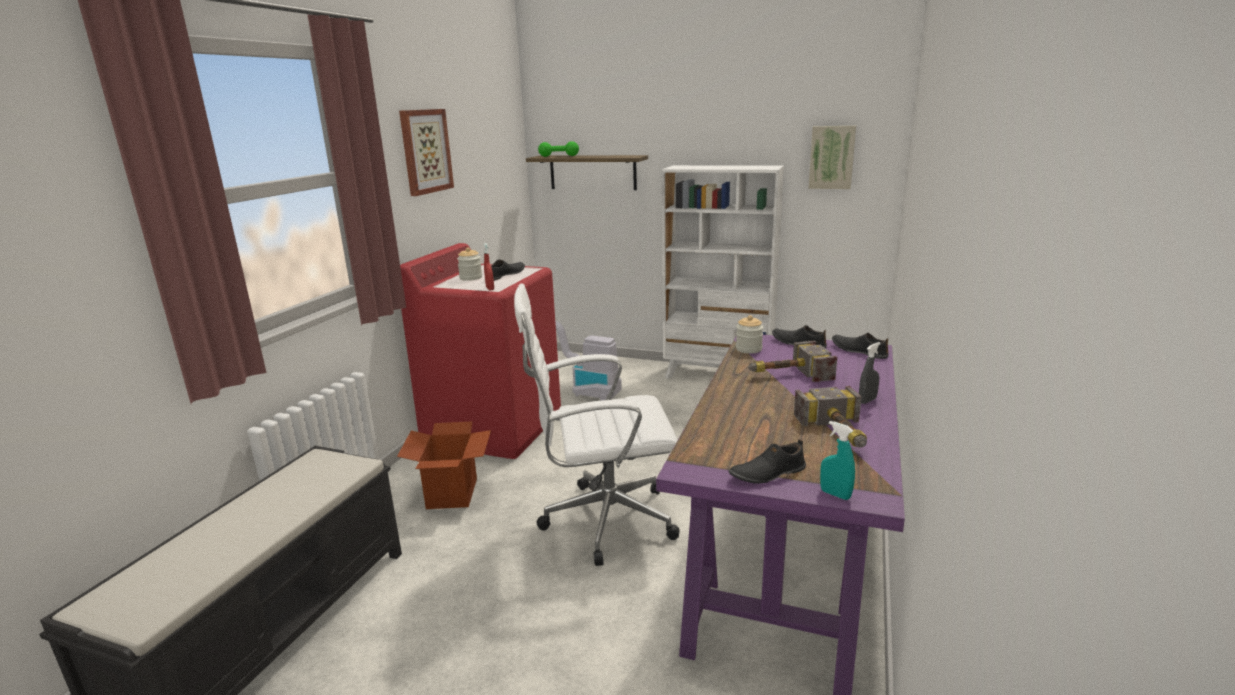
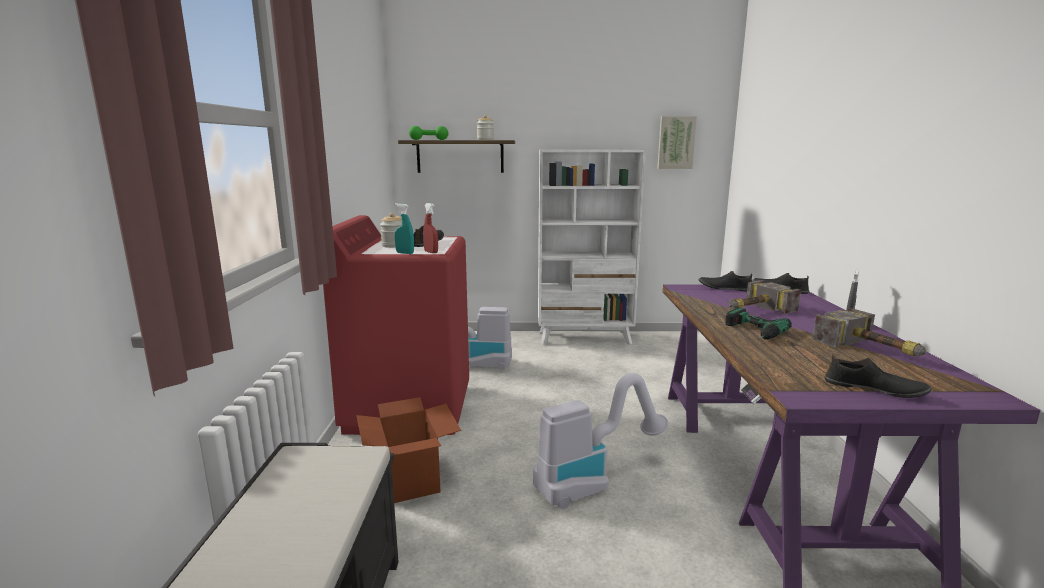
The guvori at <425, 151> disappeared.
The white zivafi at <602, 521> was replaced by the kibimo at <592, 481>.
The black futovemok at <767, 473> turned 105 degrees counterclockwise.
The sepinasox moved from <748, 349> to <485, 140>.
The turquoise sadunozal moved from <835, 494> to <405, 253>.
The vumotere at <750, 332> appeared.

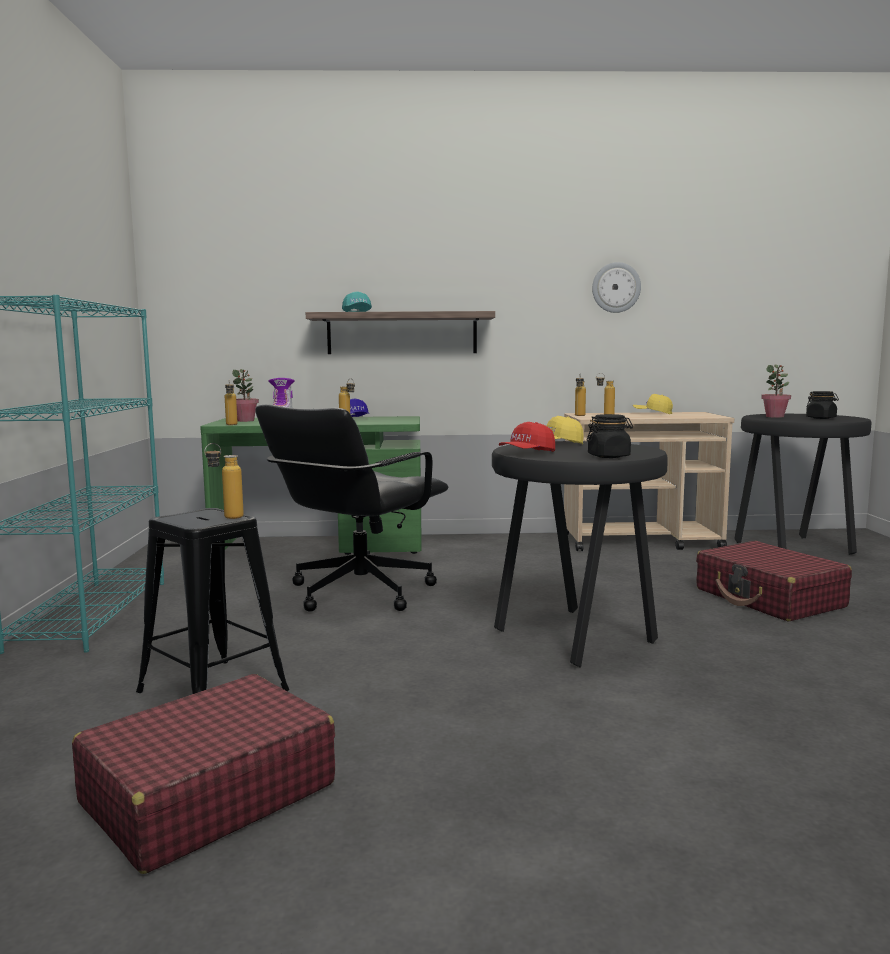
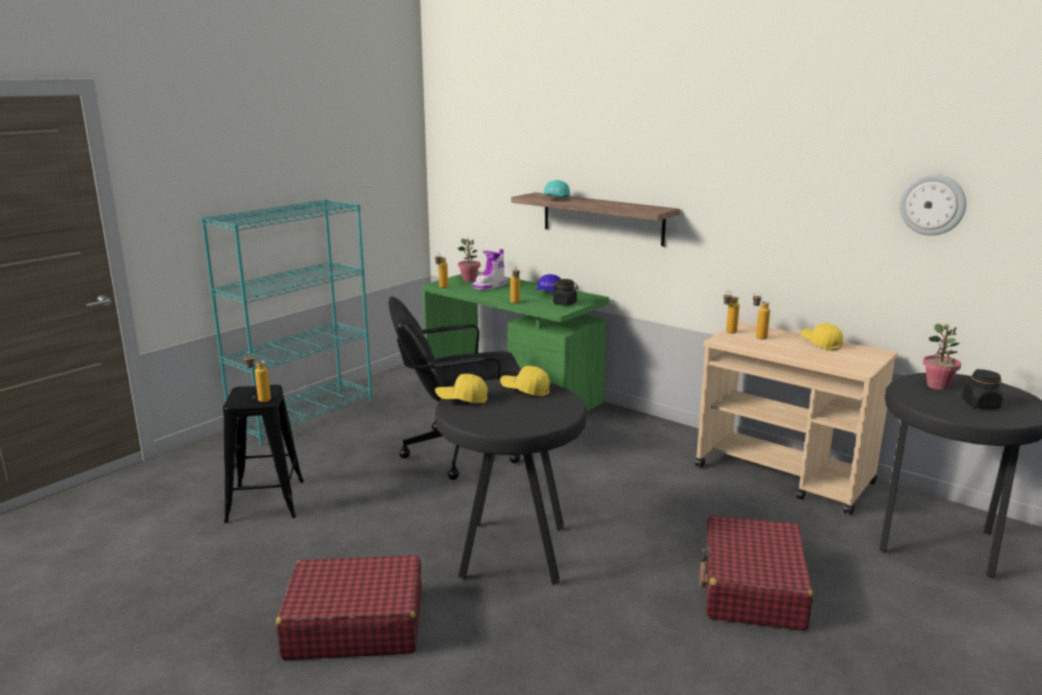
The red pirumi moved from <207, 794> to <354, 624>.
The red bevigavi at <527, 453> became the yellow bevigavi at <462, 399>.
The black sepinasox moved from <609, 456> to <565, 303>.
The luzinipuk moved from <616, 287> to <932, 204>.

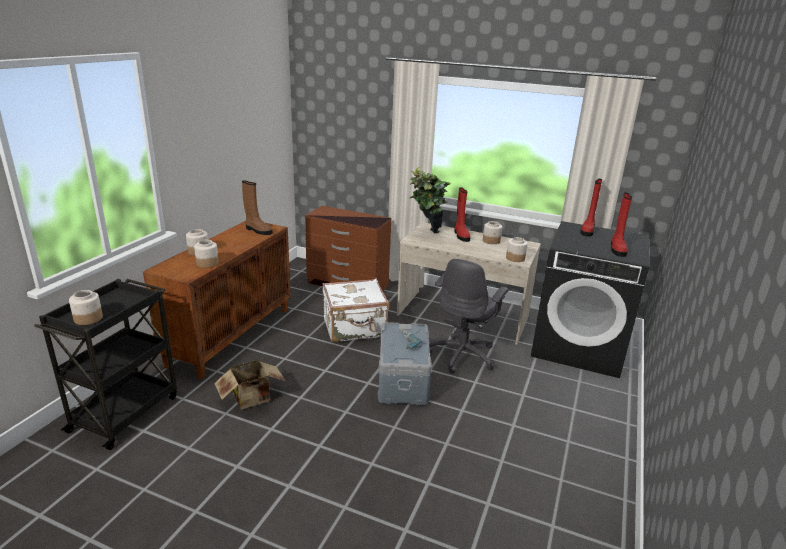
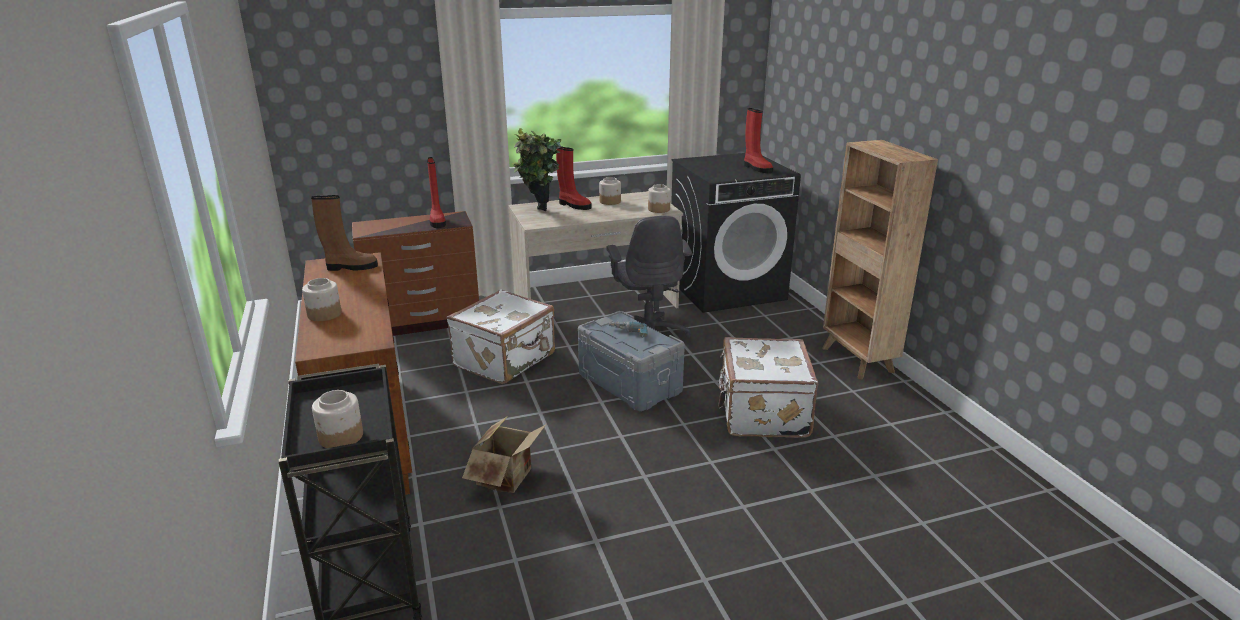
The sepinasox at <207, 263> disappeared.
The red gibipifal moved from <587, 230> to <437, 221>.
The white pirumi at <761, 413> appeared.
The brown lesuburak at <858, 360> appeared.

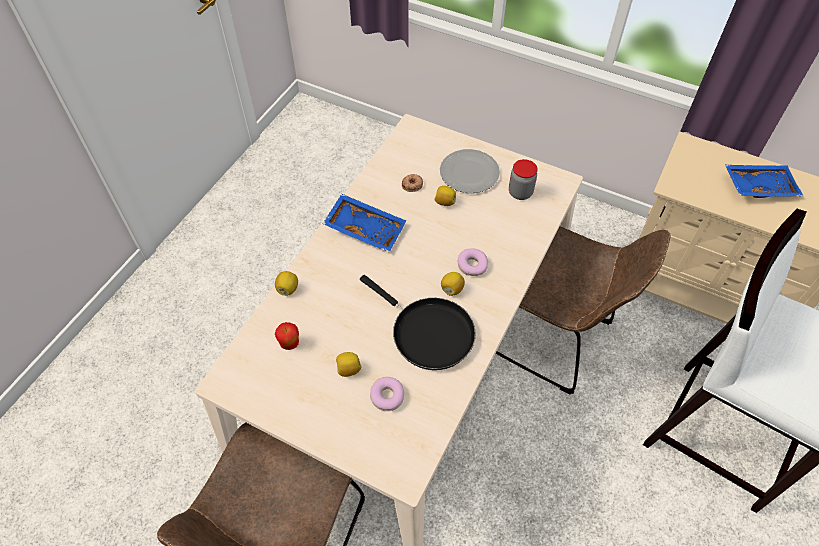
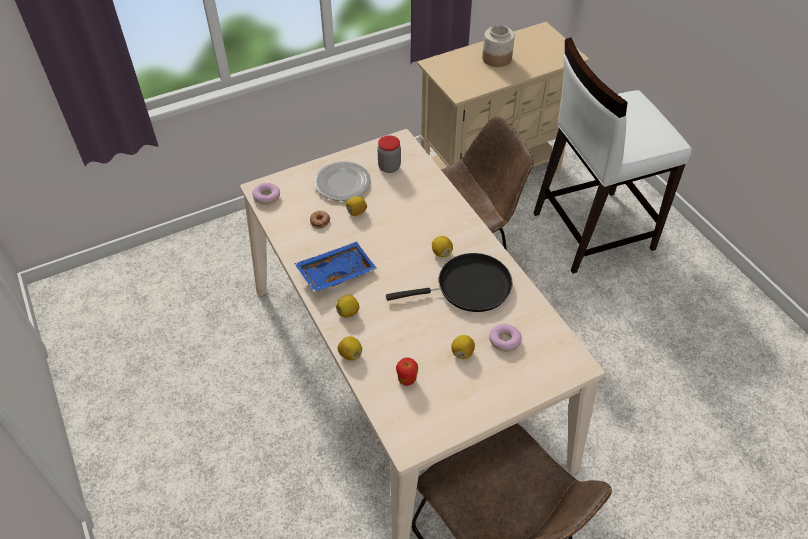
The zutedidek moved from <472, 265> to <267, 197>.
The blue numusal at <758, 186> was replaced by the sepinasox at <496, 58>.
The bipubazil at <348, 312> appeared.

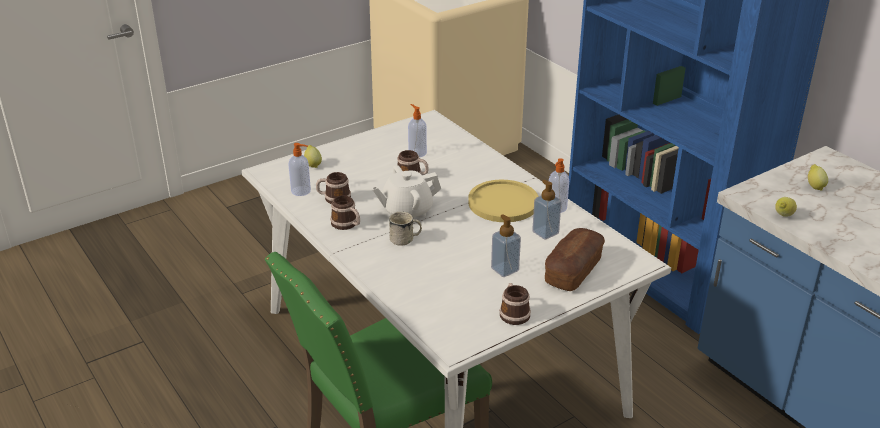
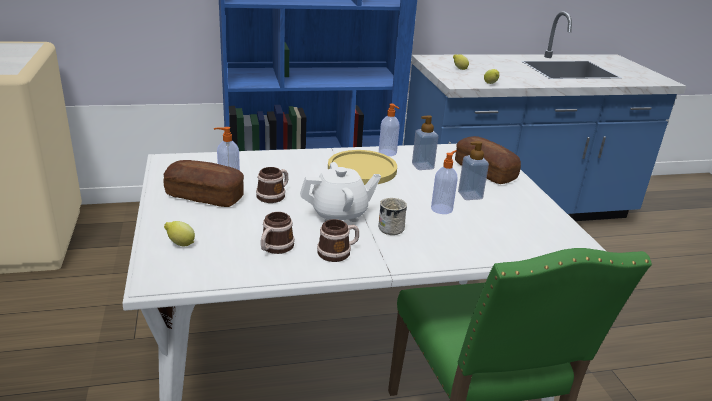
The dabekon moved from <301, 191> to <442, 209>.
The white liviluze at <406, 211> turned 105 degrees counterclockwise.
The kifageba at <513, 313> disappeared.
The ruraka at <205, 196> appeared.

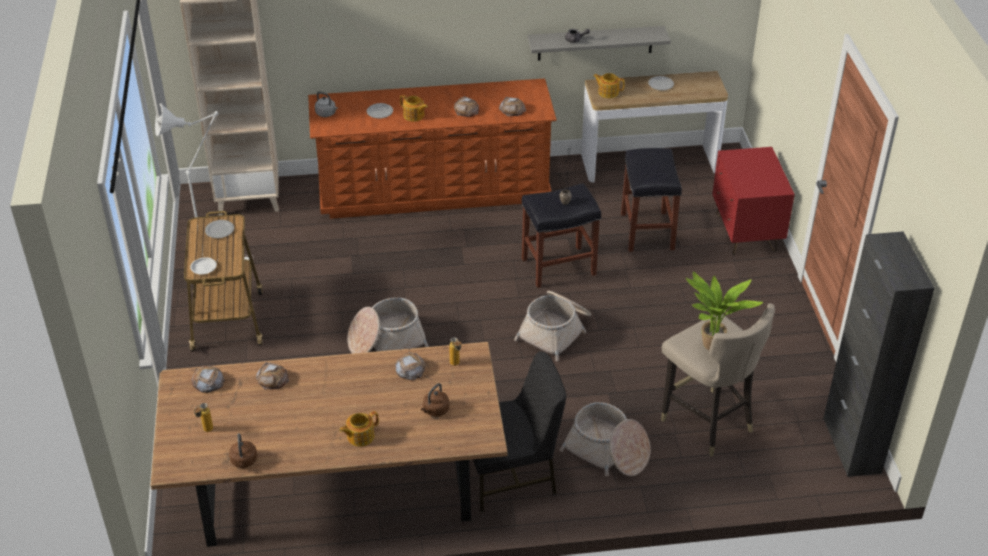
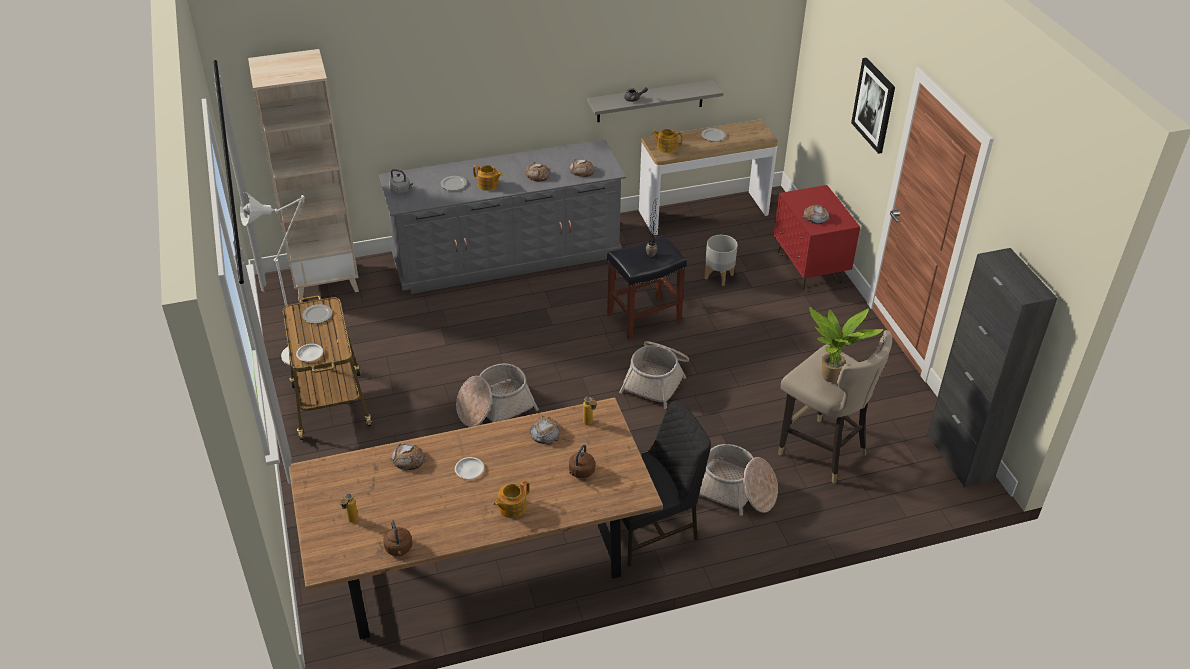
The ruraka moved from <208, 382> to <815, 217>.
The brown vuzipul at <434, 190> became the grey vuzipul at <506, 256>.
The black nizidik at <648, 232> was replaced by the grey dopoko at <719, 276>.
The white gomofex at <469, 470> appeared.
The guvori at <874, 105> appeared.

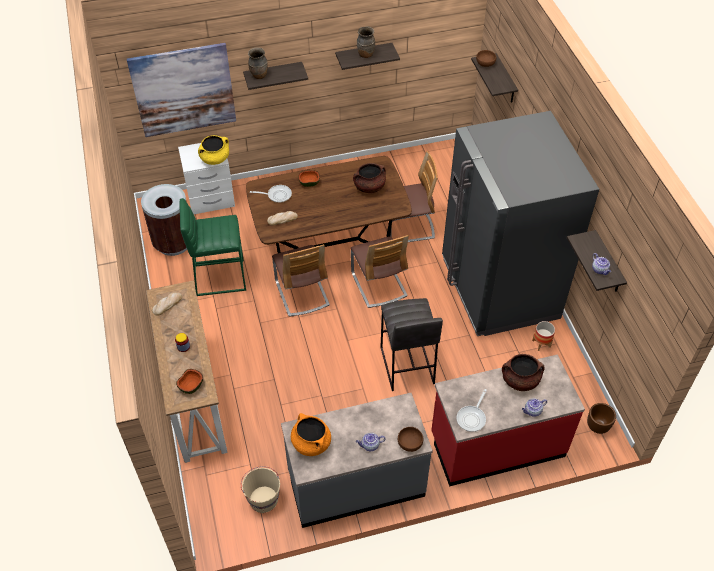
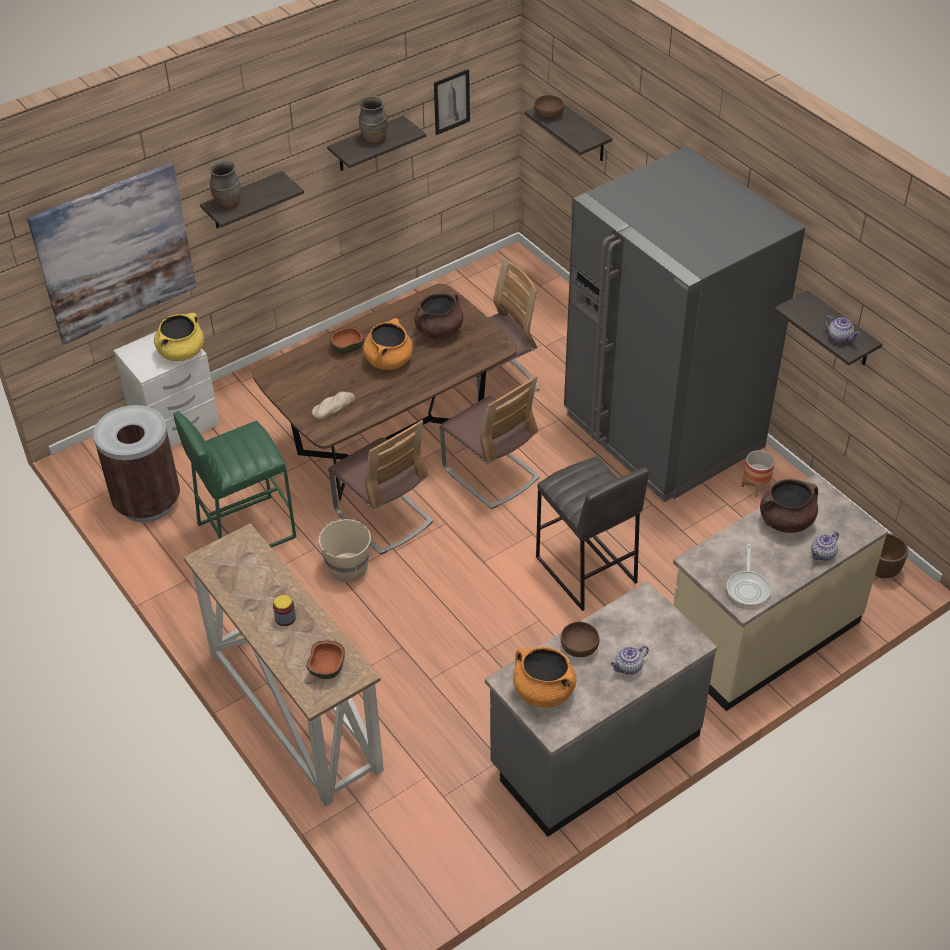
The ruraka at <167, 304> disappeared.
The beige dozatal moved from <263, 498> to <347, 566>.
The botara at <277, 195> disappeared.
The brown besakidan moved from <409, 443> to <578, 647>.
The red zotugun at <496, 444> became the beige zotugun at <762, 636>.
The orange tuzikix at <388, 360> appeared.
The guvori at <451, 101> appeared.

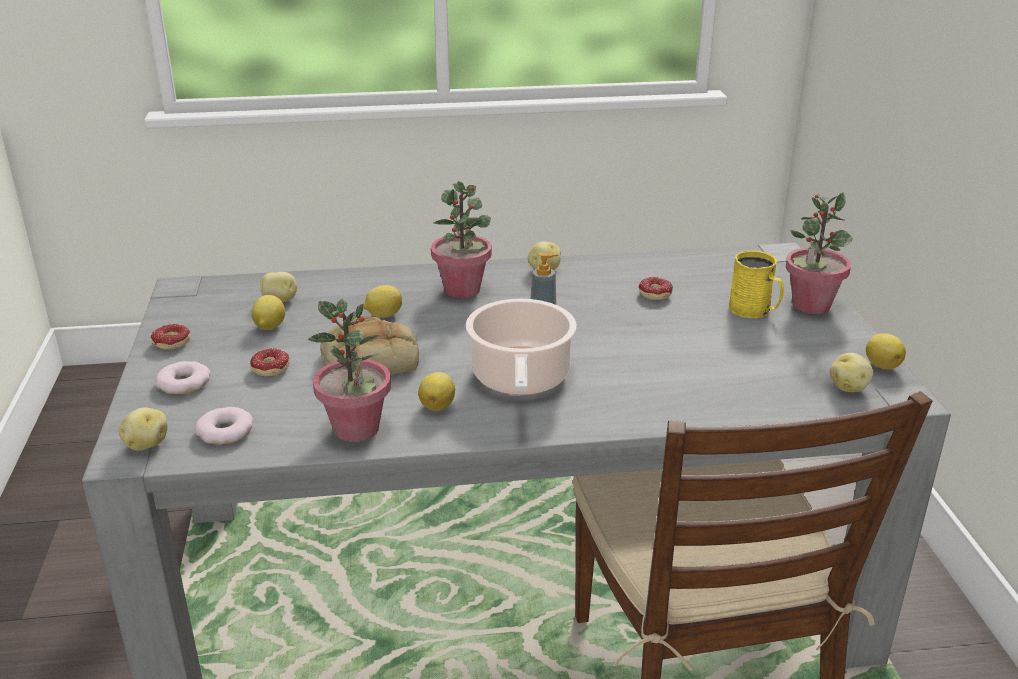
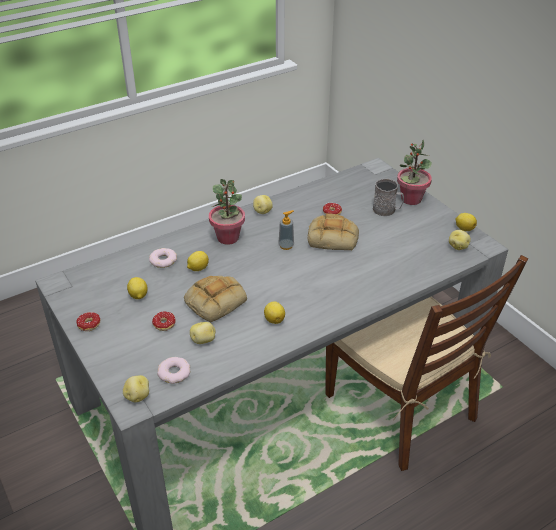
The zutedidek moved from <184, 383> to <163, 260>.
The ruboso moved from <280, 300> to <203, 340>.
The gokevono at <356, 429> disappeared.
The tuzikix at <520, 379> disappeared.
The yellow kifageba at <754, 310> became the grey kifageba at <387, 210>.
The ruraka at <333, 237> appeared.

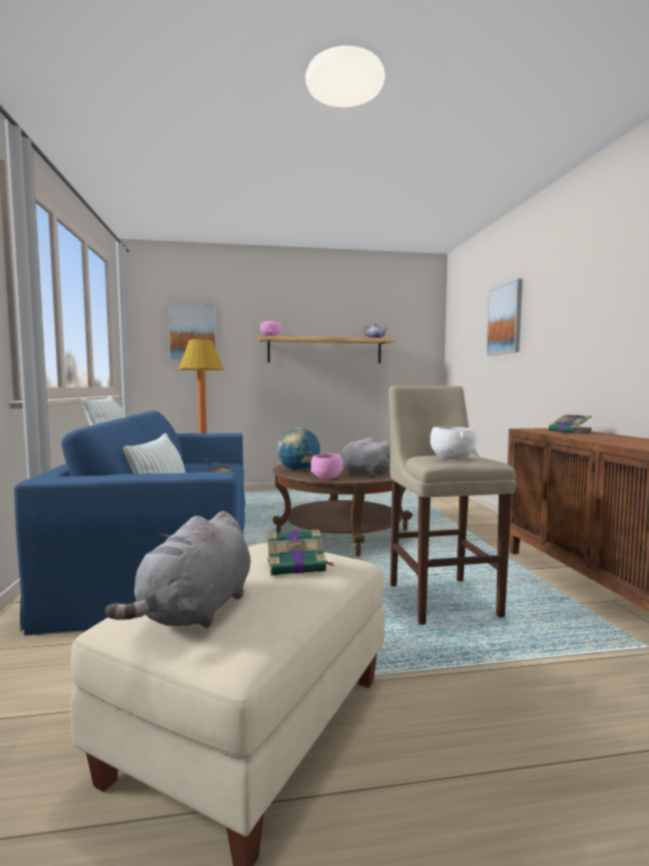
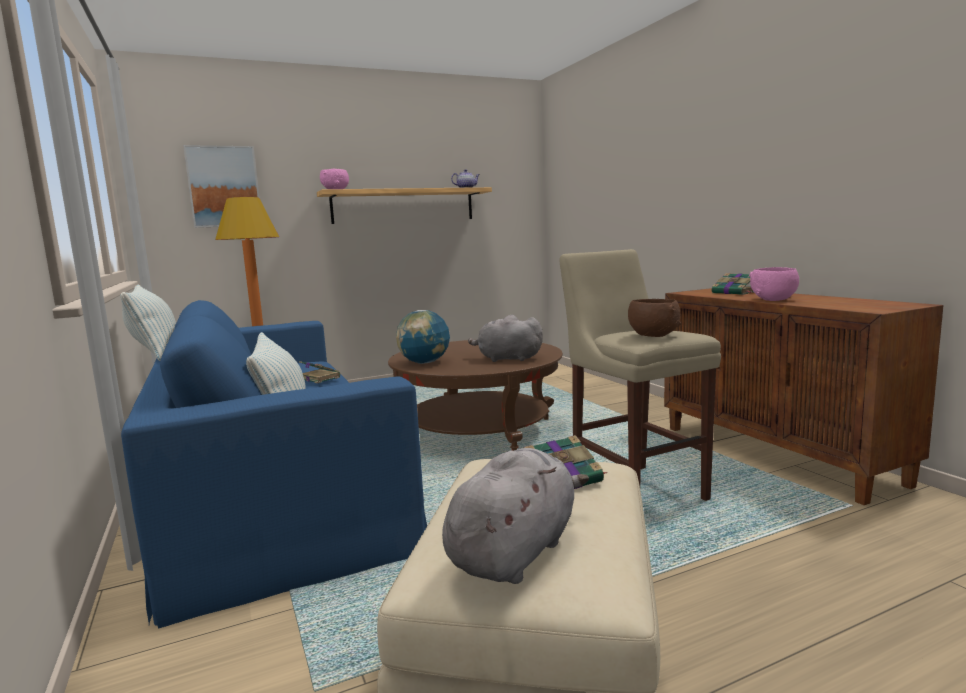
The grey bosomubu at <196, 612> turned 150 degrees counterclockwise.
The pink besakidan moved from <327, 478> to <774, 300>.
The white besakidan at <452, 459> became the brown besakidan at <653, 336>.
The guvori at <505, 319> disappeared.

